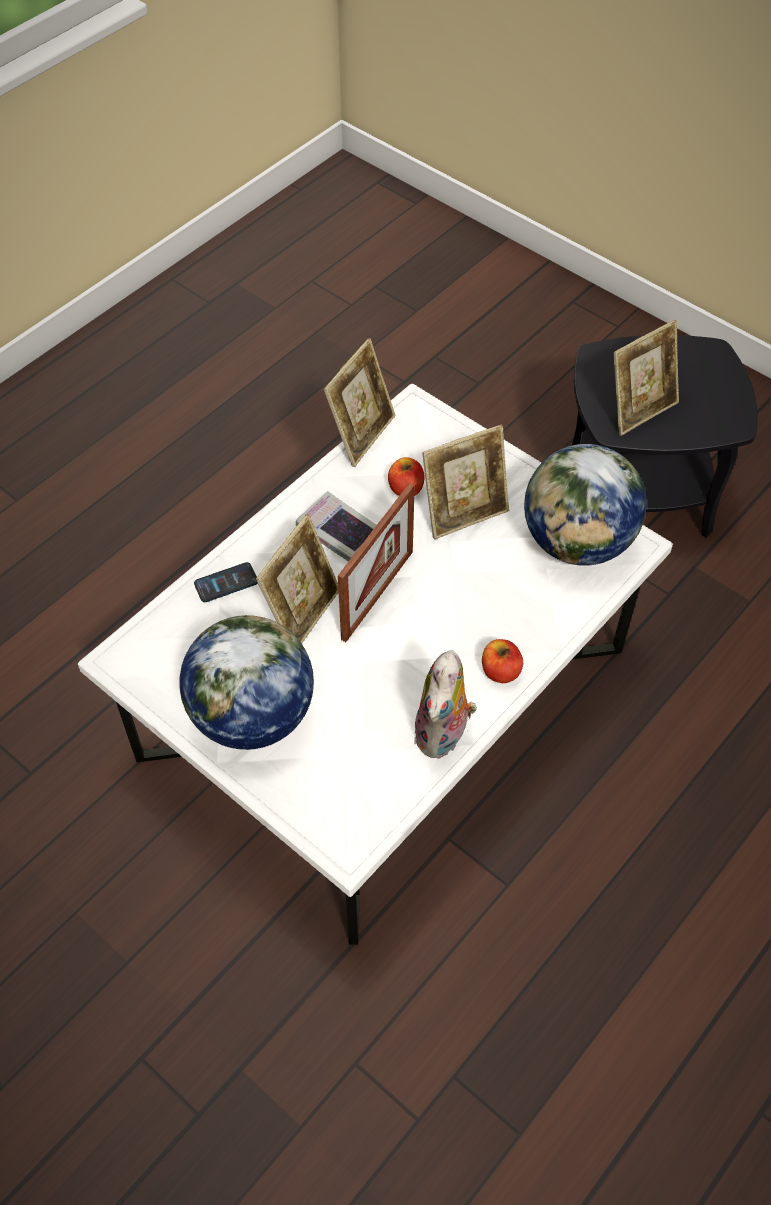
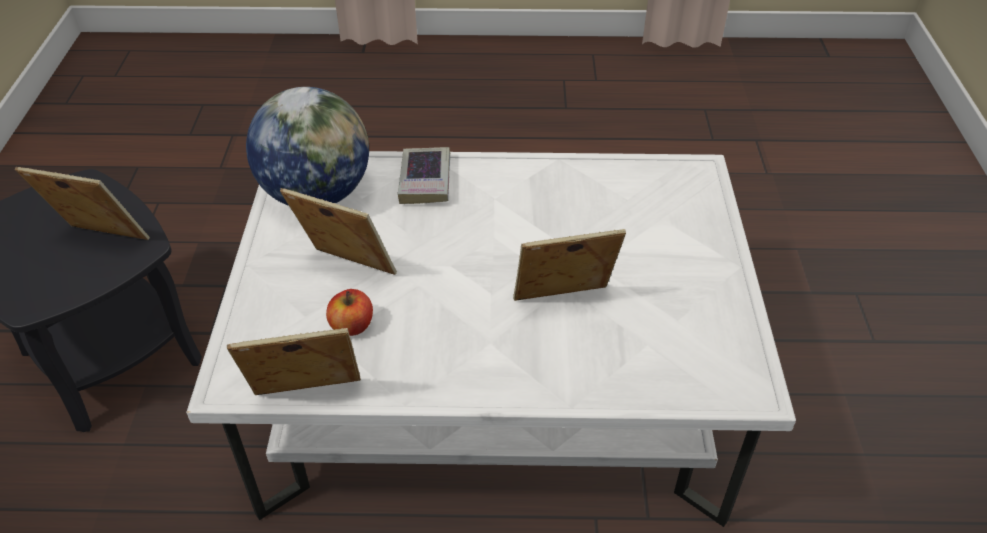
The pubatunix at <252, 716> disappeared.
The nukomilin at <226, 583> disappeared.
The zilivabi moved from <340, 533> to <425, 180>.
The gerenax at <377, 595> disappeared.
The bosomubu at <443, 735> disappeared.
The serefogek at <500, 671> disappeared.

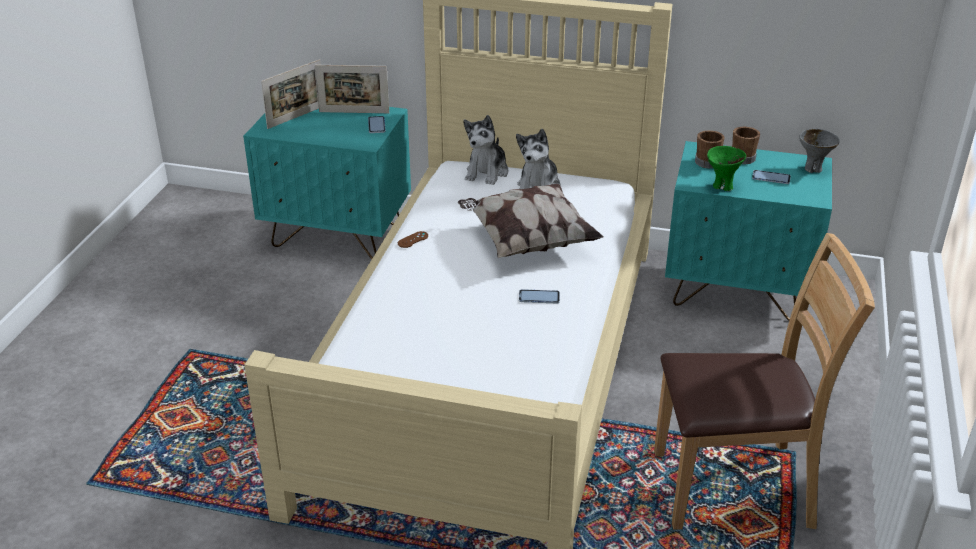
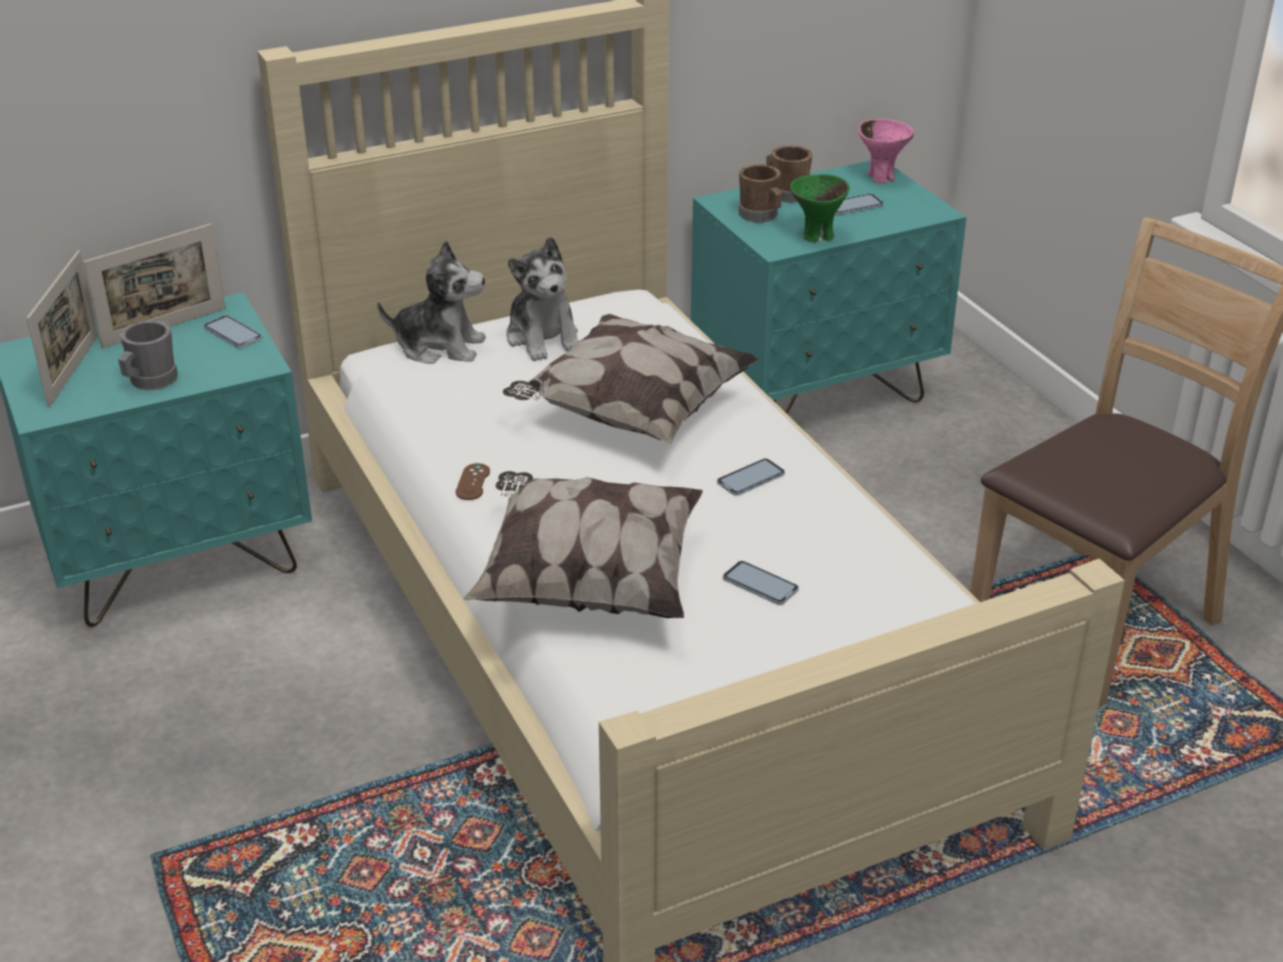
The bosomubu at <487, 173> turned 60 degrees counterclockwise.
The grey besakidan at <813, 168> became the pink besakidan at <881, 177>.
The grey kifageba at <150, 381> appeared.
The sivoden at <587, 581> appeared.
The nukomilin at <760, 584> appeared.

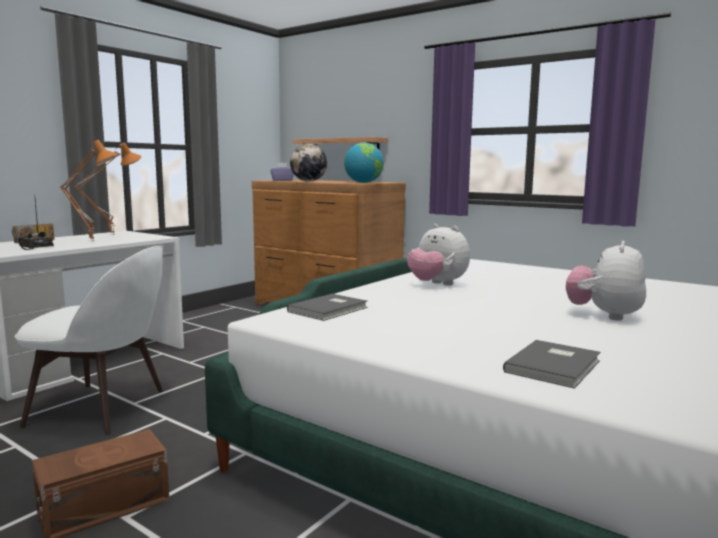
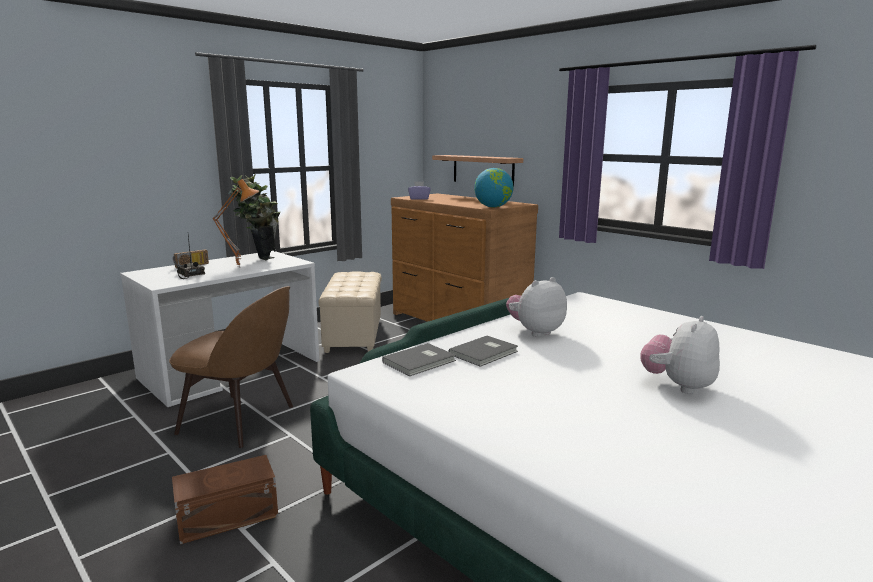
The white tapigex at <102, 408> became the brown tapigex at <241, 420>.
The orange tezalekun at <112, 234> was replaced by the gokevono at <259, 257>.
The pubatunix at <308, 181> disappeared.
The bosomubu at <437, 284> turned 90 degrees clockwise.
The grey zilivabi moved from <556, 366> to <485, 353>.
The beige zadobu at <354, 336> appeared.

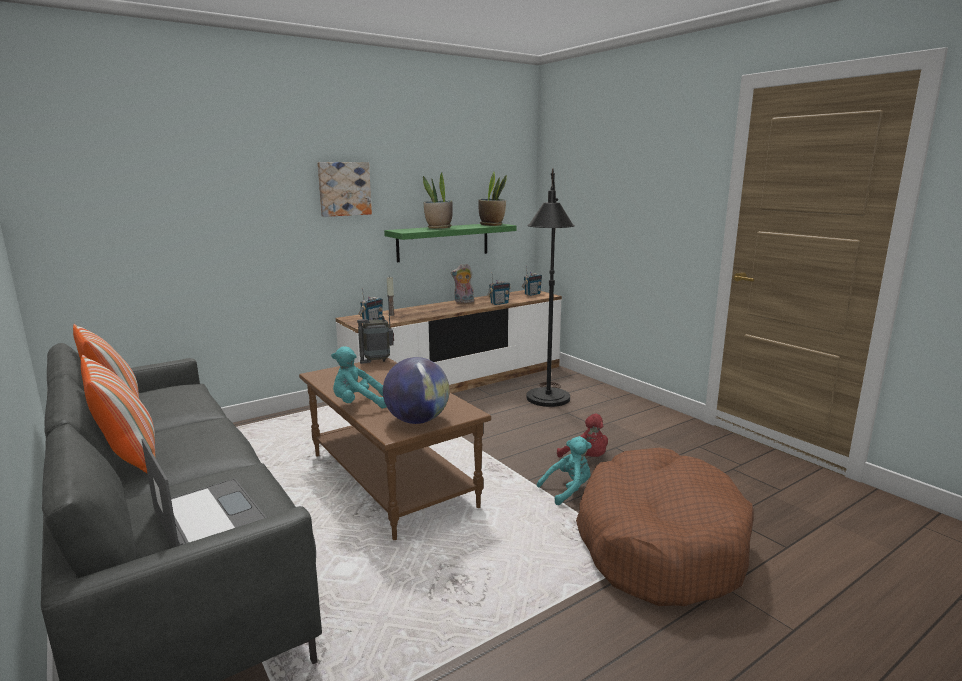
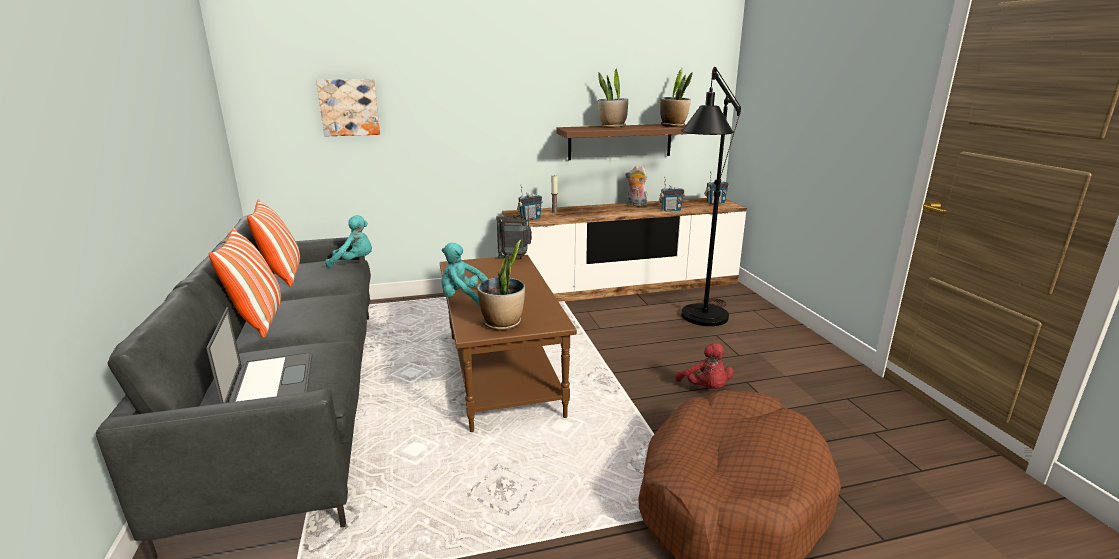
The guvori moved from <344, 189> to <349, 107>.
The pubatunix at <417, 420> was replaced by the gokevono at <503, 323>.
The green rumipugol at <443, 242> became the brown rumipugol at <620, 141>.
The turquoise bosomubu moved from <568, 490> to <354, 262>.

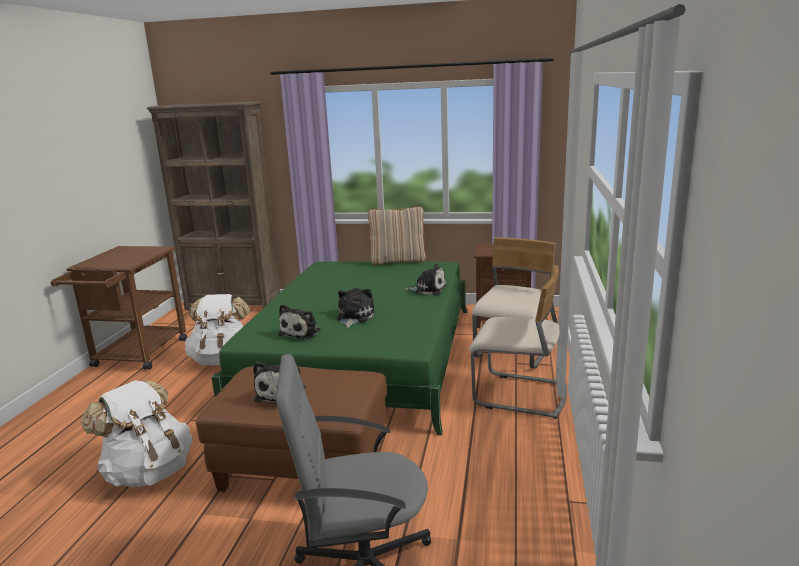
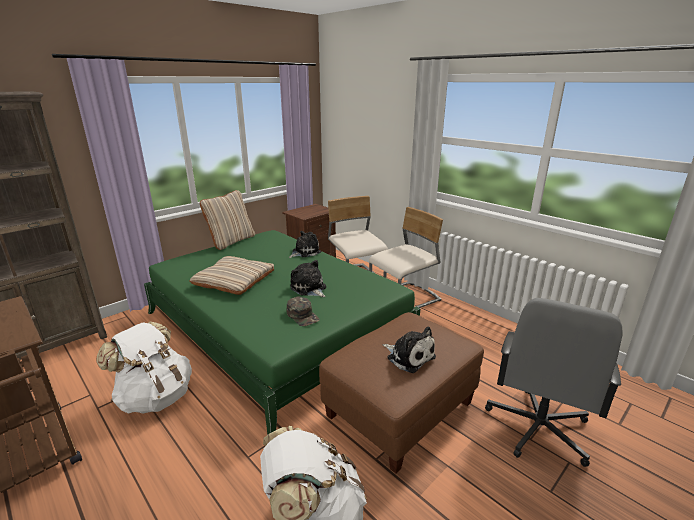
The bosomubu at <302, 332> was replaced by the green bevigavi at <303, 316>.
The beige sivoden at <234, 279> appeared.

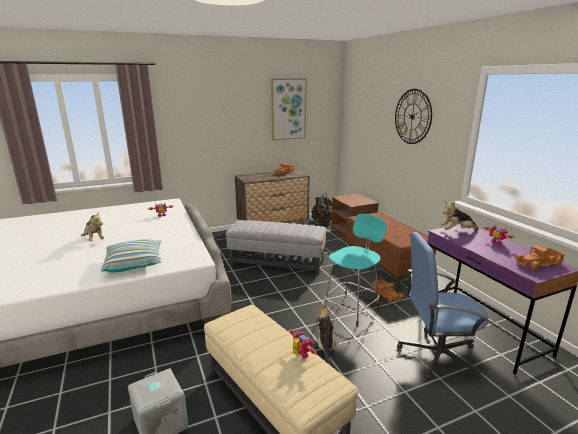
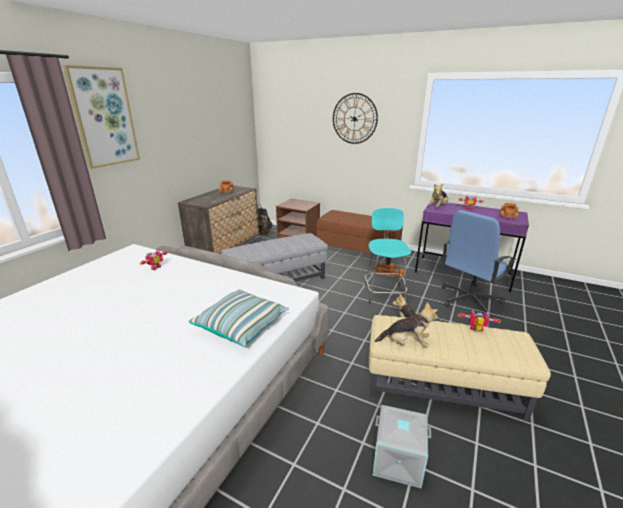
The bosomubu moved from <94, 239> to <406, 343>.
The guvori moved from <288, 109> to <104, 117>.

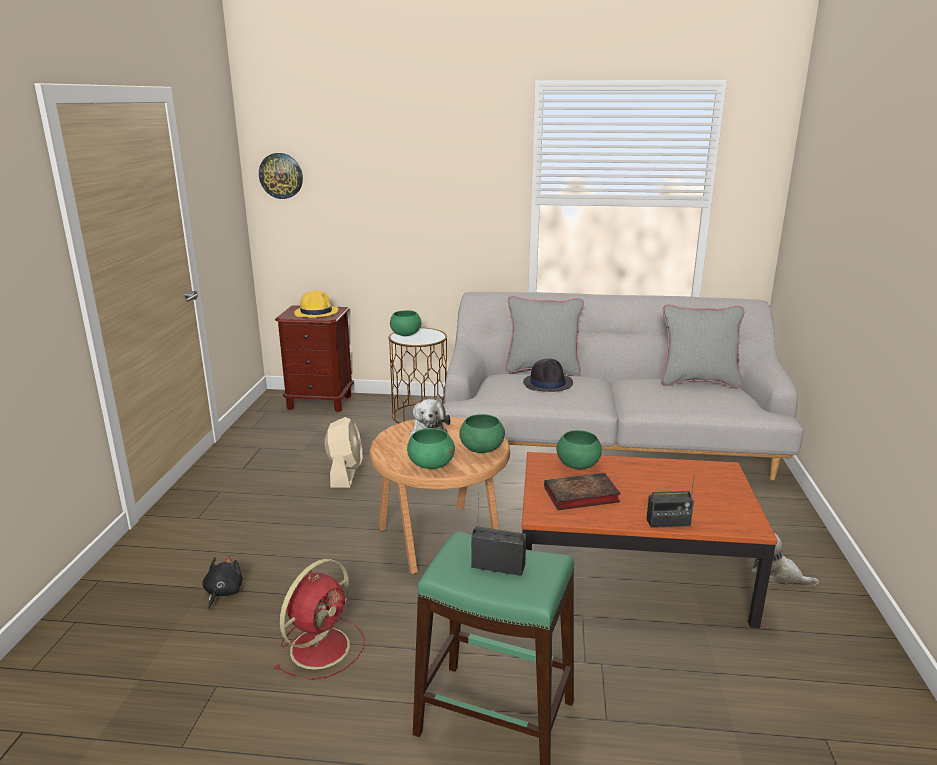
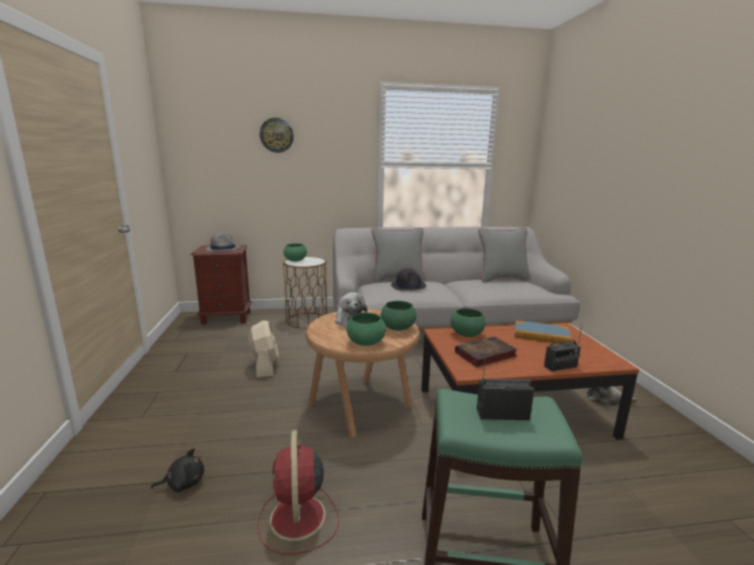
The black bosomubu at <222, 593> turned 75 degrees clockwise.
The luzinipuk moved from <281, 176> to <276, 135>.
The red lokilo at <322, 646> turned 150 degrees clockwise.
The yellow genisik at <316, 312> became the grey genisik at <223, 248>.
The zilivabi at <541, 335> appeared.

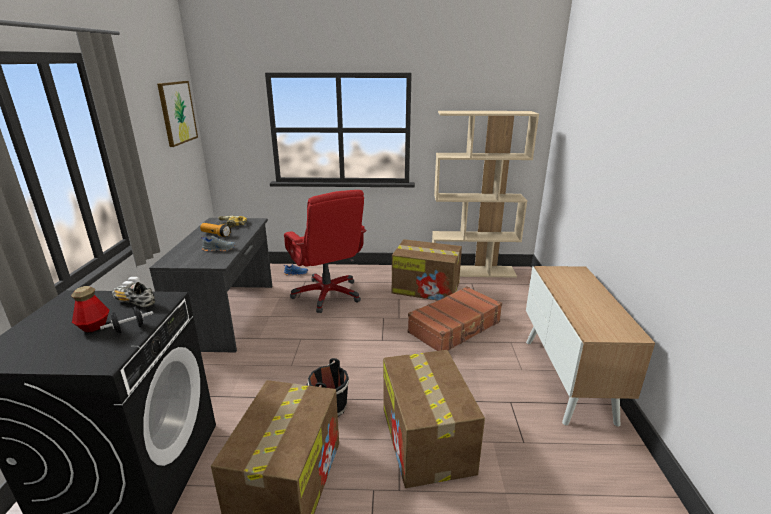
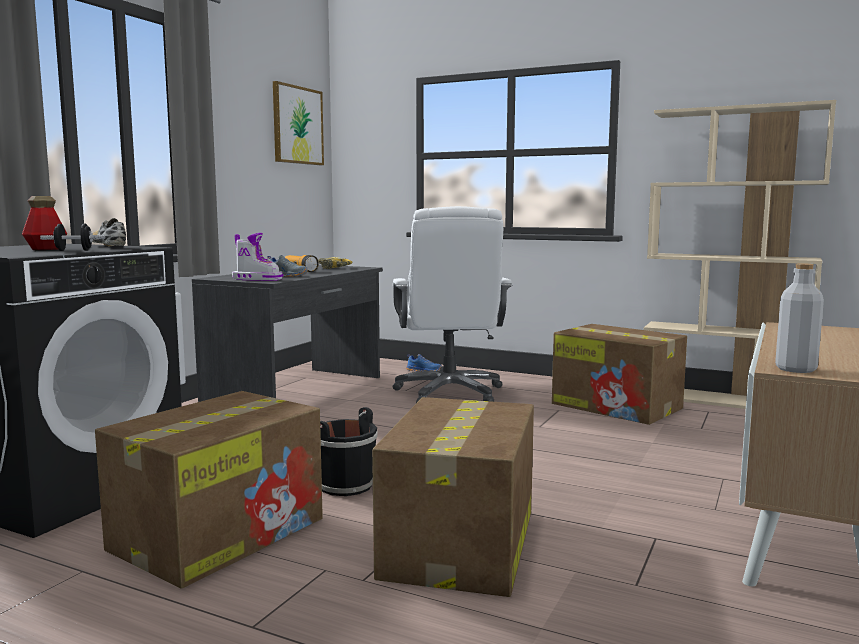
The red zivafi at <327, 295> became the white zivafi at <450, 393>.
The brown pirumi at <455, 327> disappeared.
The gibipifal at <257, 279> appeared.
The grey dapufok at <795, 369> appeared.

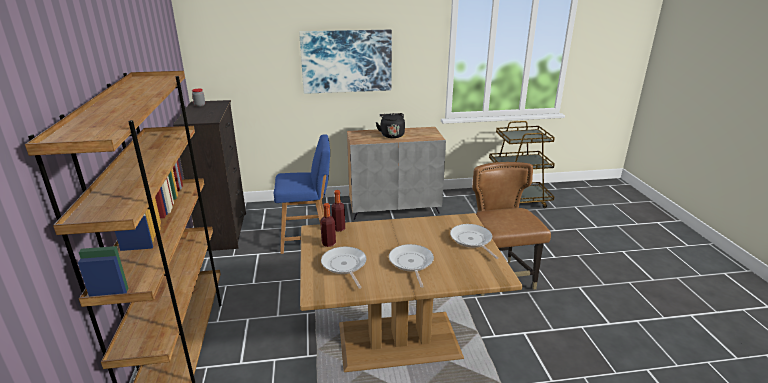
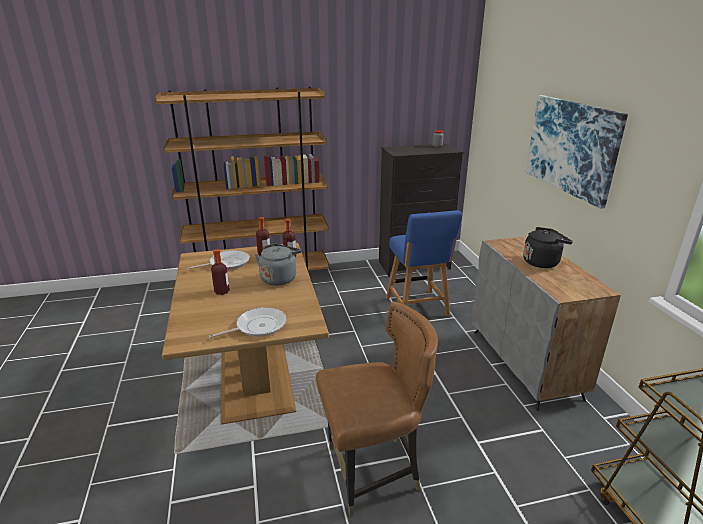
The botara at <411, 263> was replaced by the dapufok at <222, 292>.
The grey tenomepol at <279, 278> appeared.

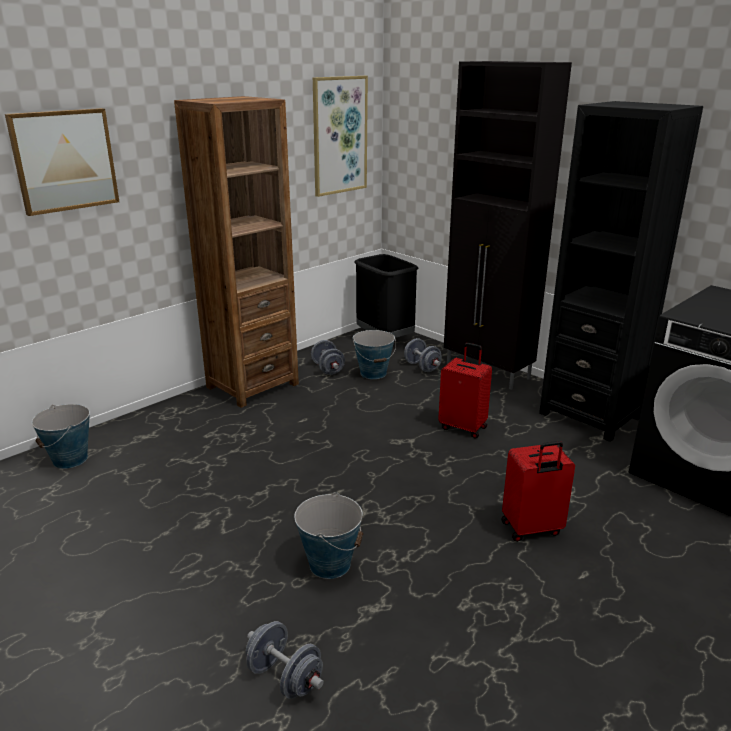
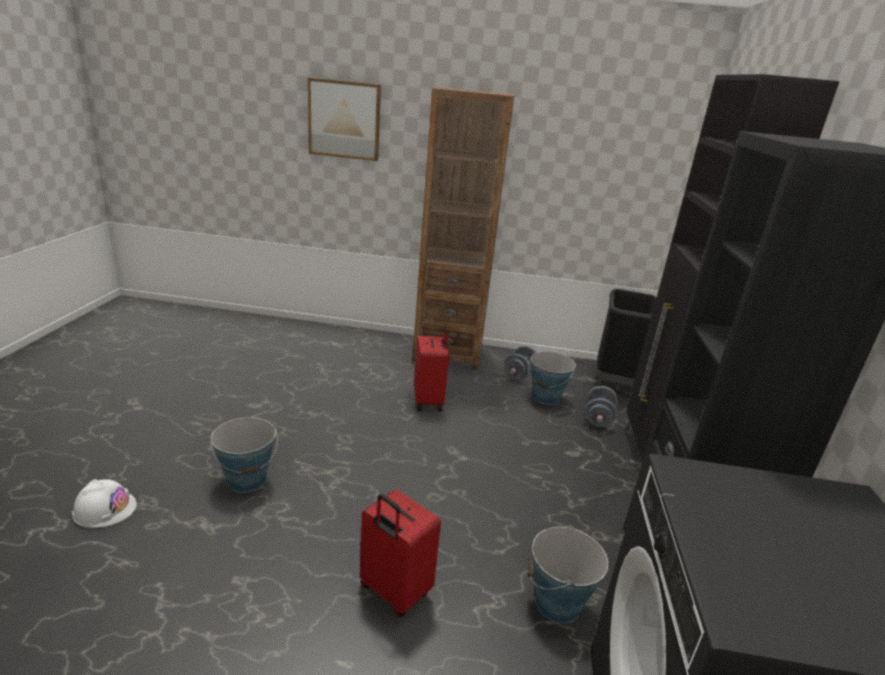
The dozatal moved from <70, 459> to <557, 604>.
The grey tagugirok at <285, 677> was replaced by the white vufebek at <105, 509>.
The guvori at <339, 135> disappeared.
The red pirumi moved from <463, 427> to <429, 401>.

